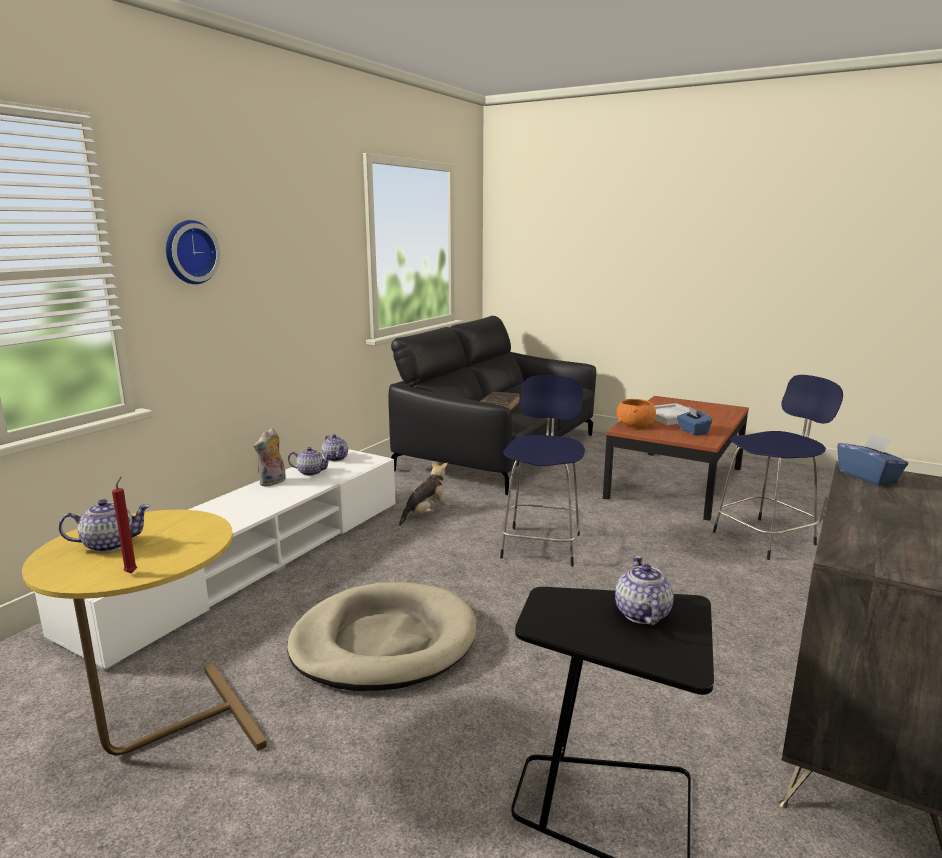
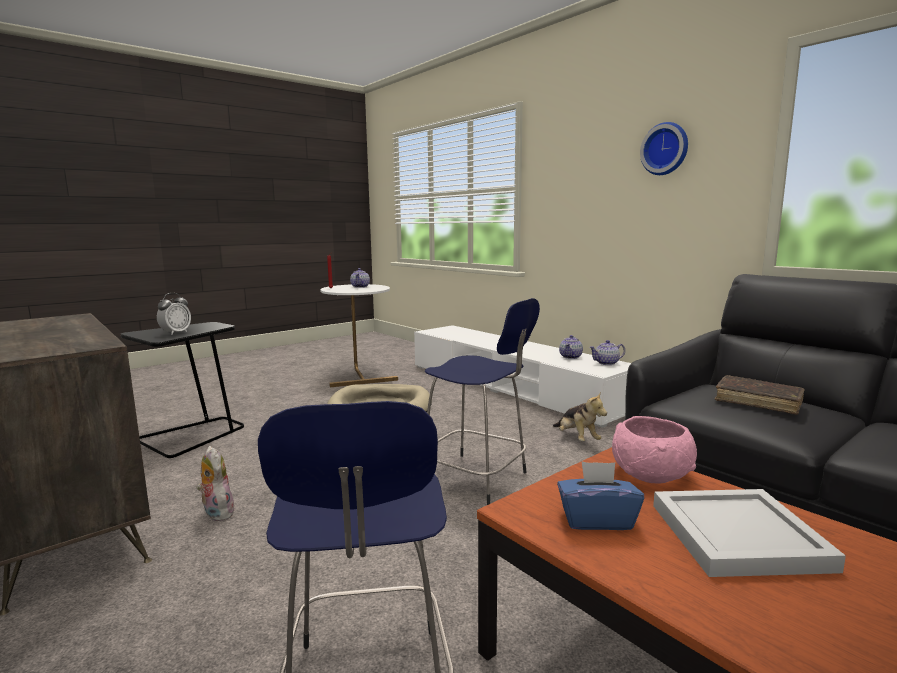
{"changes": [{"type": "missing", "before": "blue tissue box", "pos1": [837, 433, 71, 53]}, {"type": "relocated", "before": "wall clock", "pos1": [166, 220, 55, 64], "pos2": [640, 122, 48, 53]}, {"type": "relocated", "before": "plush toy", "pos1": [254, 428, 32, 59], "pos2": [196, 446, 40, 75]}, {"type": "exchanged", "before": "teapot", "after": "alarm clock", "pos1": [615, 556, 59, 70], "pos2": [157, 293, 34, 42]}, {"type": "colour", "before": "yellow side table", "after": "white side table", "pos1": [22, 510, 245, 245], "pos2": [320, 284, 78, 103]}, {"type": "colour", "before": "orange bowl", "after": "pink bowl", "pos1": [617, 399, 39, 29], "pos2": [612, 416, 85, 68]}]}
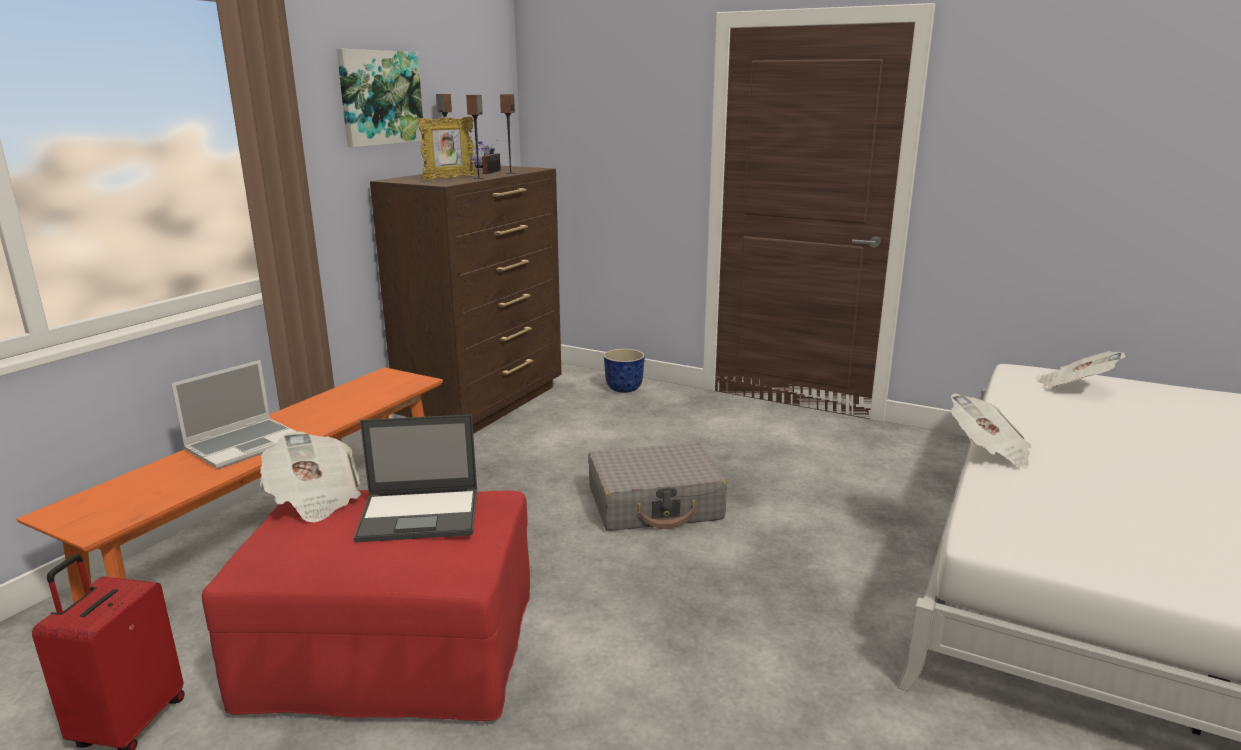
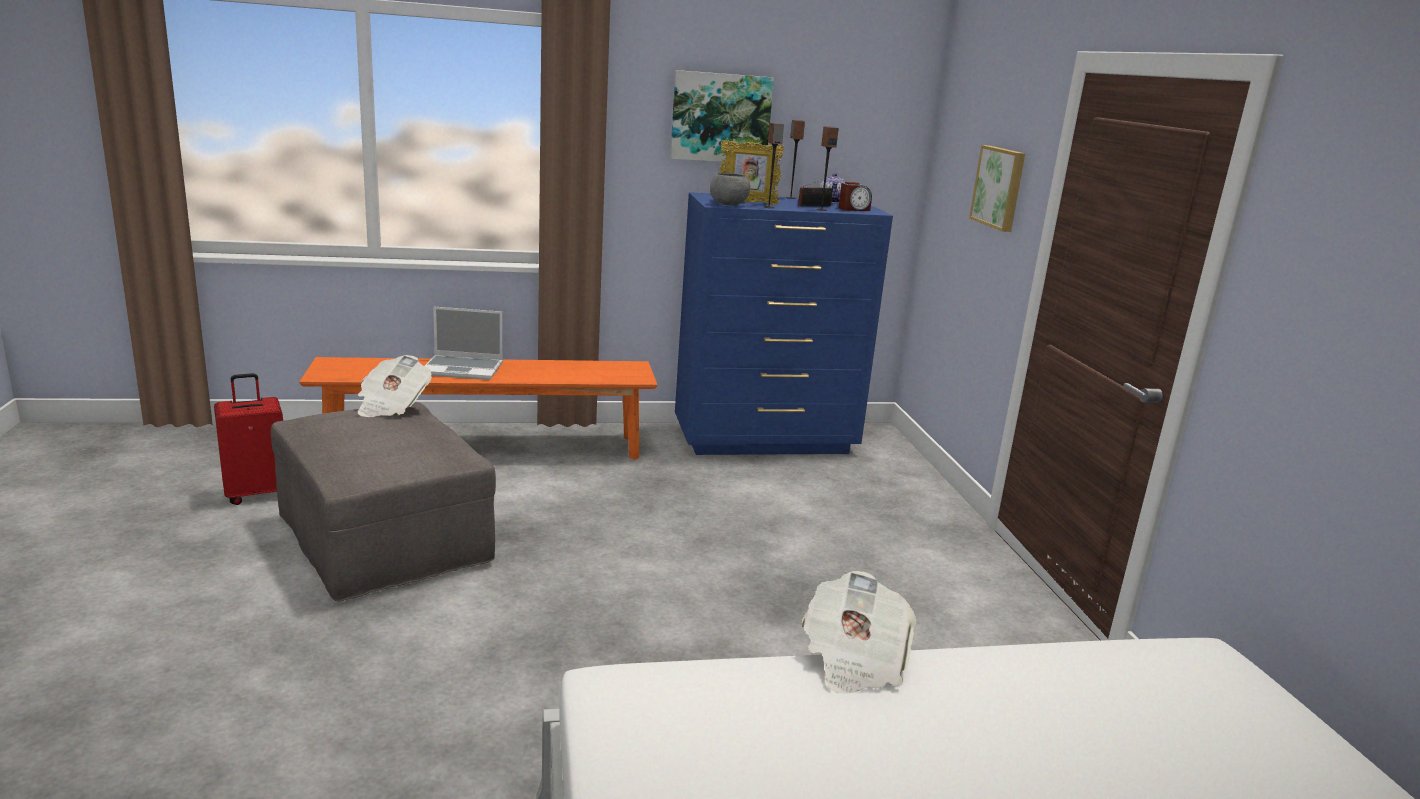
{"changes": [{"type": "missing", "before": "laptop", "pos1": [354, 415, 123, 128]}, {"type": "missing", "before": "grey suitcase", "pos1": [588, 442, 139, 89]}, {"type": "missing", "before": "planter", "pos1": [604, 349, 41, 44]}, {"type": "missing", "before": "newspaper", "pos1": [1035, 351, 90, 37]}, {"type": "appeared", "after": "grey bowl", "pos2": [710, 173, 40, 33]}, {"type": "appeared", "after": "alarm clock", "pos2": [839, 182, 33, 29]}, {"type": "appeared", "after": "picture", "pos2": [969, 145, 56, 87]}, {"type": "colour", "before": "red ottoman", "after": "grey ottoman", "pos1": [202, 490, 328, 231], "pos2": [271, 402, 225, 200]}, {"type": "colour", "before": "brown dresser", "after": "blue dresser", "pos1": [370, 166, 191, 268], "pos2": [675, 192, 218, 263]}]}
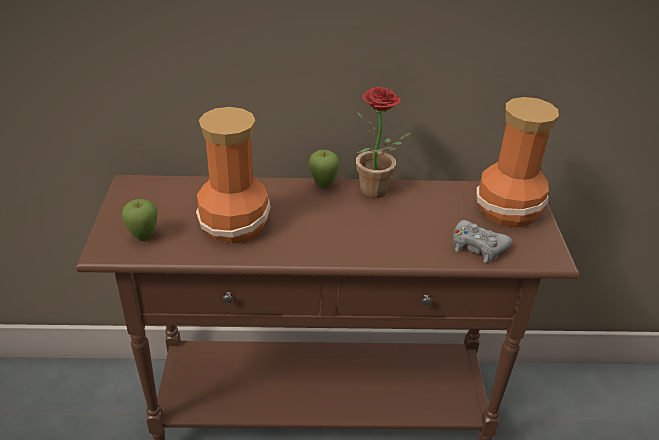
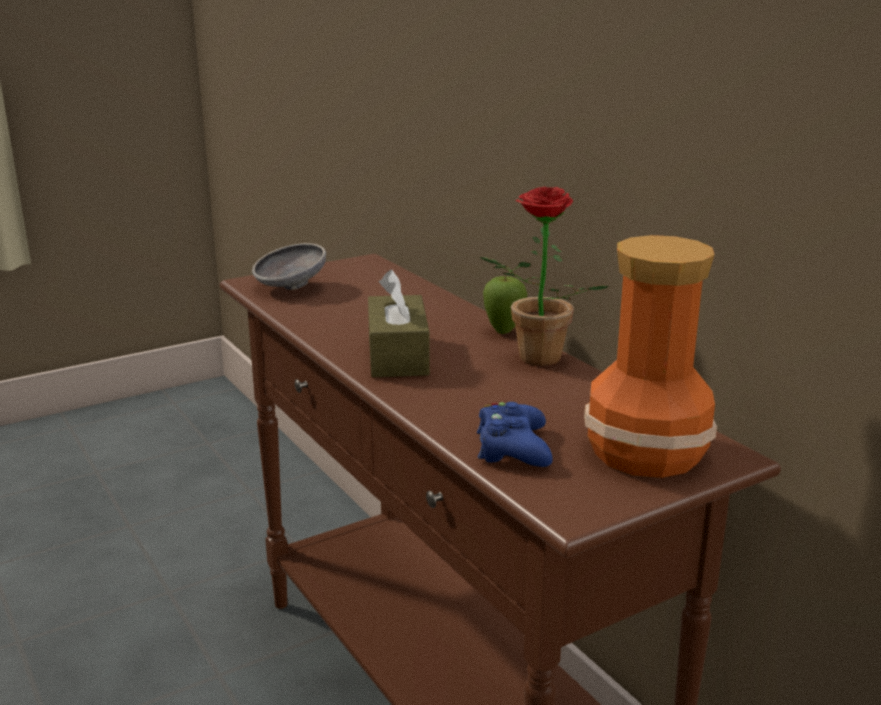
{"changes": [{"type": "missing", "before": "vase", "pos1": [196, 107, 75, 136]}, {"type": "appeared", "after": "brown tissue box", "pos2": [368, 270, 62, 107]}, {"type": "exchanged", "before": "apple", "after": "grey bowl", "pos1": [122, 199, 36, 42], "pos2": [252, 243, 74, 47]}, {"type": "colour", "before": "grey game controller", "after": "blue game controller", "pos1": [453, 220, 59, 43], "pos2": [477, 402, 76, 65]}]}
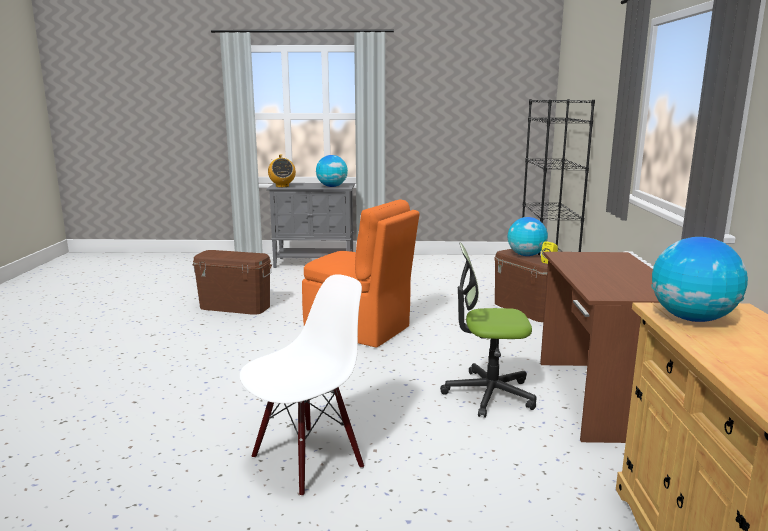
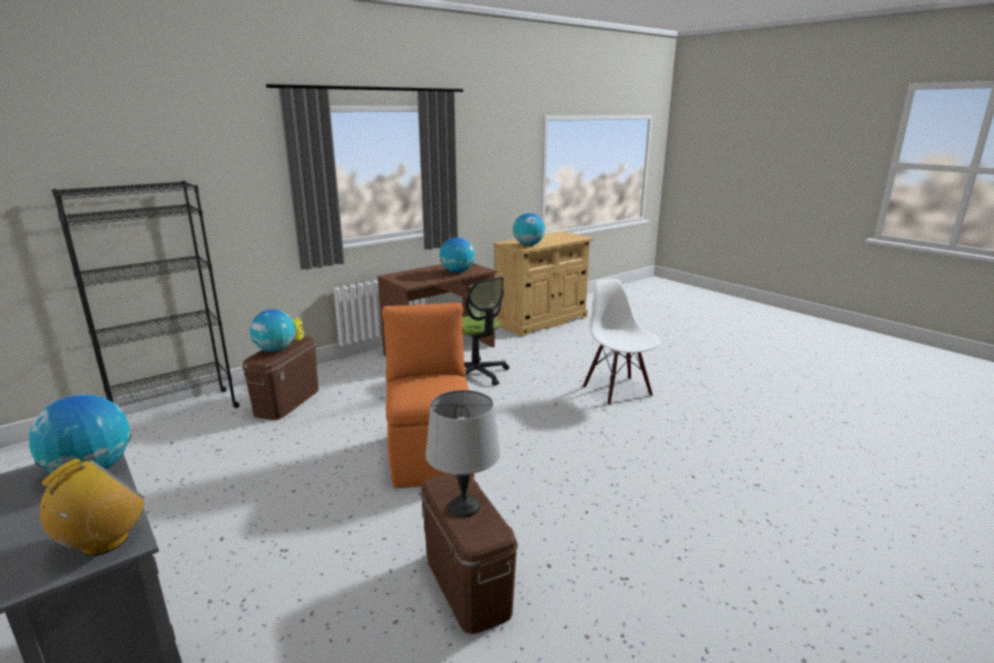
{"changes": [{"type": "appeared", "after": "grey table lamp", "pos2": [425, 390, 75, 128]}, {"type": "appeared", "after": "globe", "pos2": [440, 237, 35, 36]}, {"type": "spun", "before": "white chair", "pos1": [240, 274, 124, 223], "pos2": [583, 279, 78, 126], "turn": 60}]}
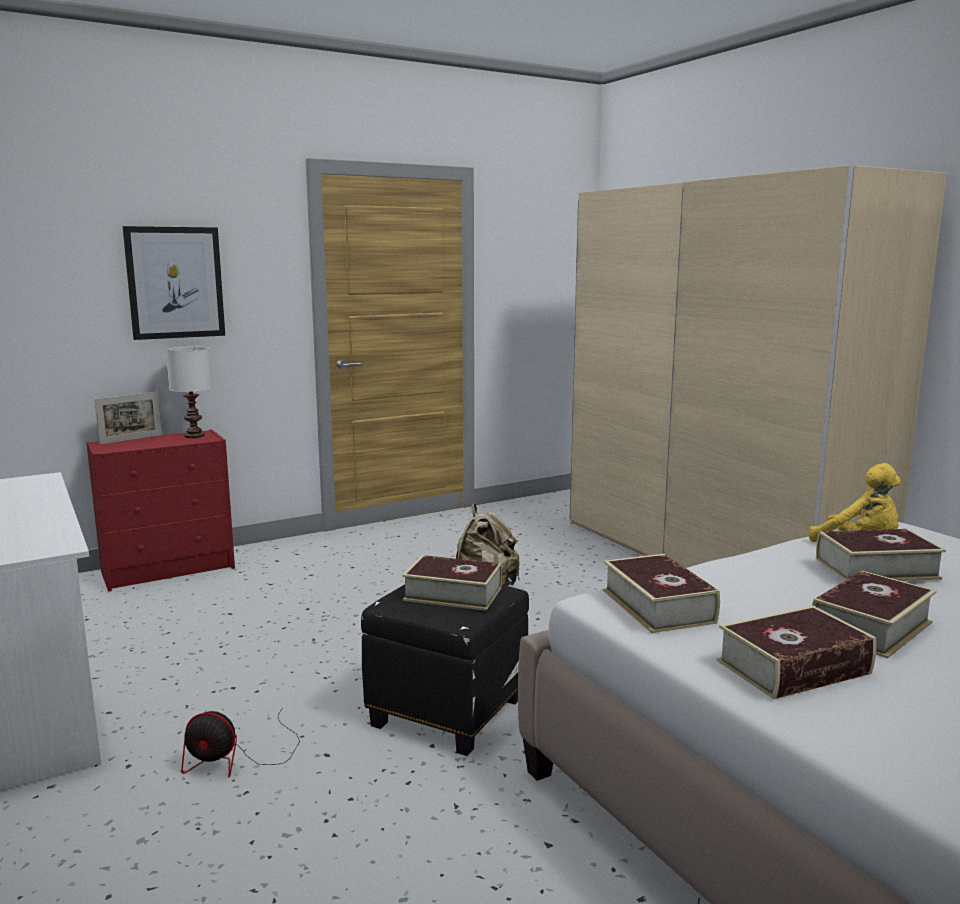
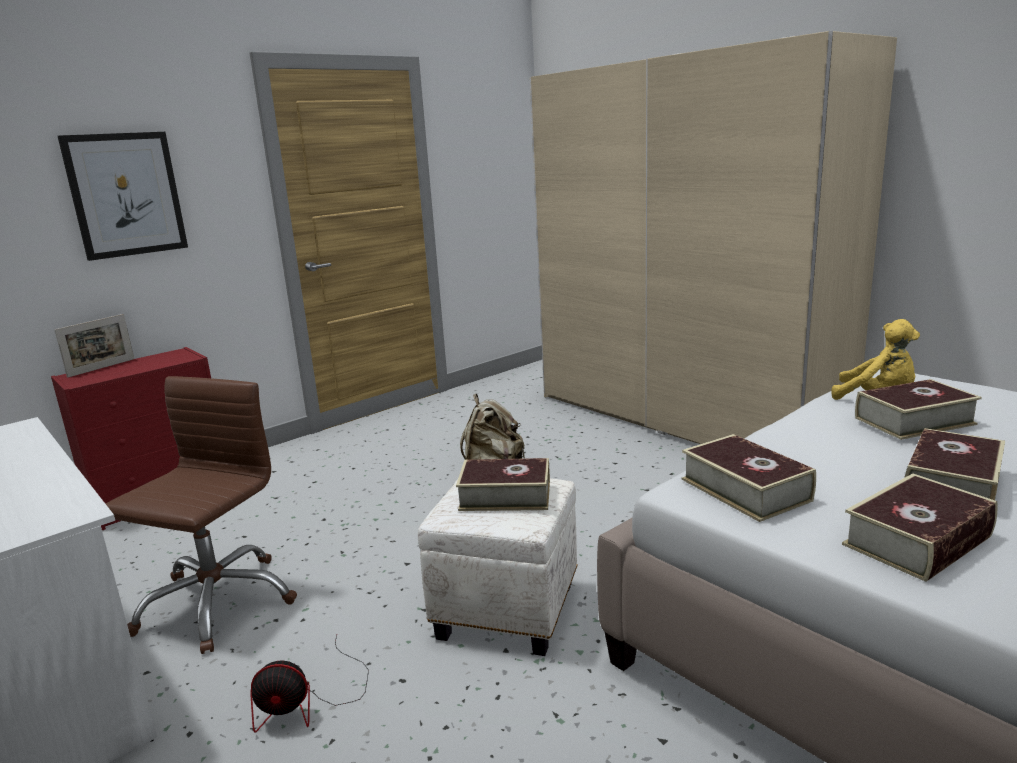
{"changes": [{"type": "missing", "before": "white table lamp", "pos1": [166, 346, 46, 92]}, {"type": "appeared", "after": "brown office chair", "pos2": [106, 376, 191, 278]}, {"type": "colour", "before": "black ottoman", "after": "white ottoman", "pos1": [361, 584, 168, 172], "pos2": [418, 478, 160, 178]}]}
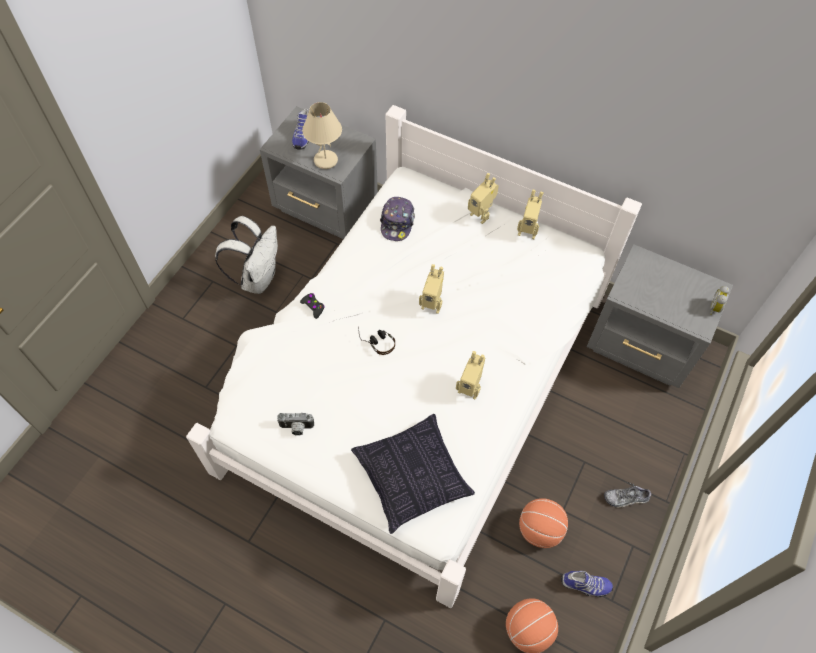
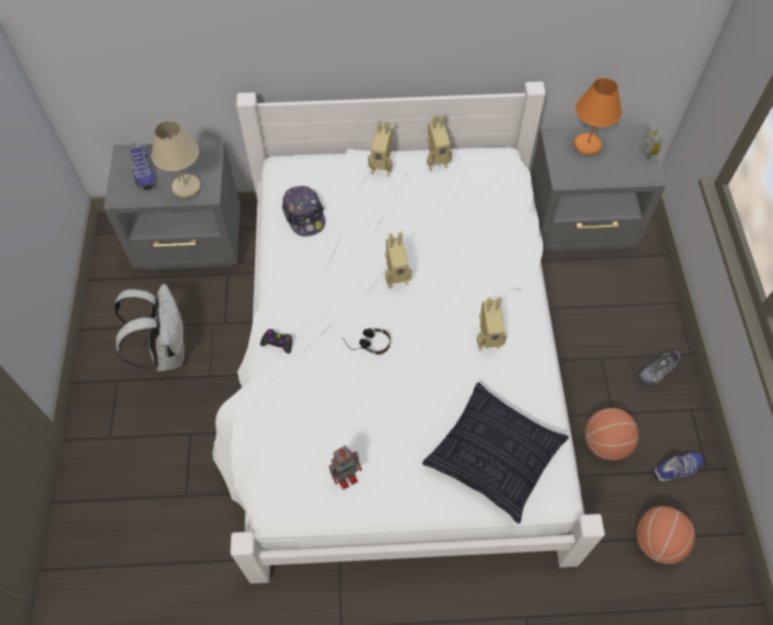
{"changes": [{"type": "appeared", "after": "orange table lamp", "pos2": [574, 78, 48, 77]}, {"type": "exchanged", "before": "photo camera", "after": "toy robot", "pos1": [277, 413, 37, 23], "pos2": [329, 446, 33, 44]}]}
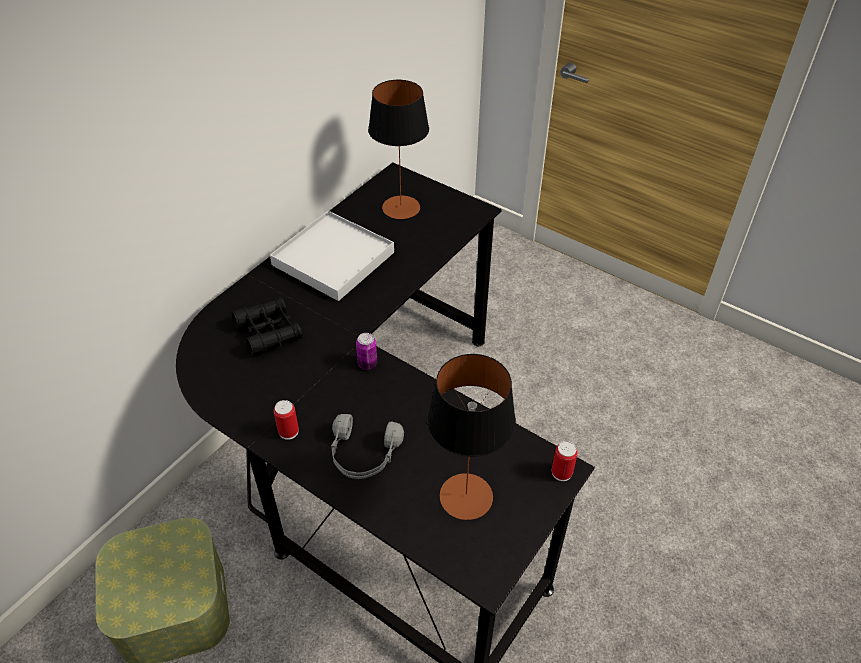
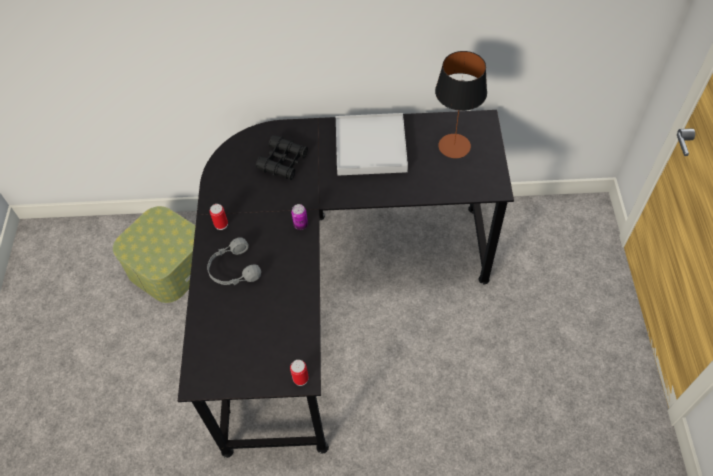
{"changes": [{"type": "missing", "before": "table lamp", "pos1": [427, 354, 89, 166]}]}
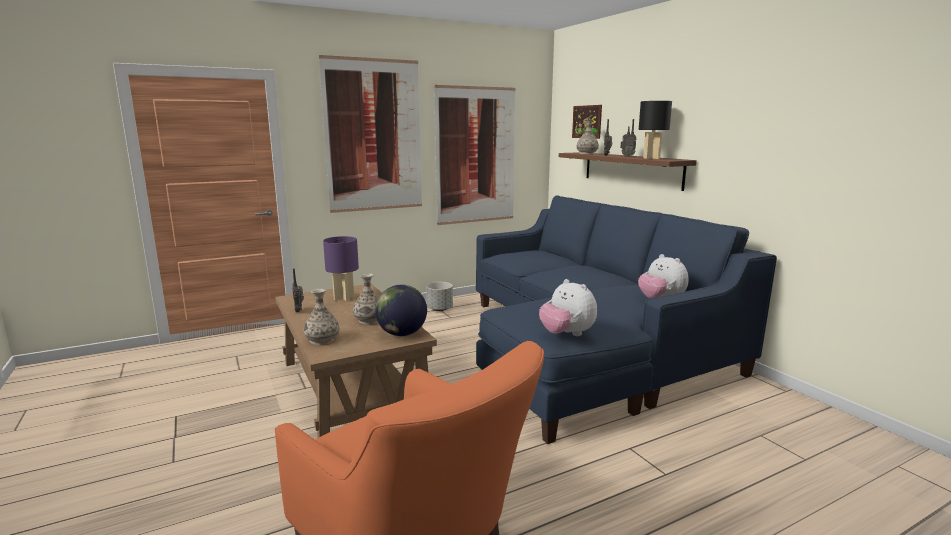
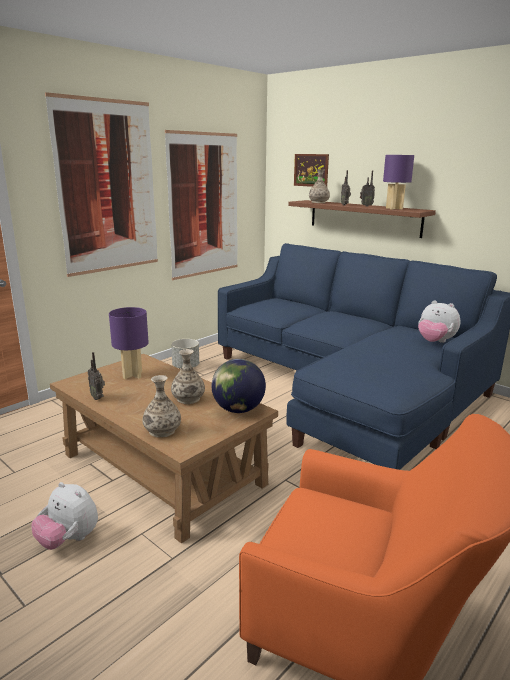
{"changes": [{"type": "relocated", "before": "plush toy", "pos1": [539, 279, 58, 57], "pos2": [31, 482, 67, 68]}, {"type": "colour", "before": "black table lamp", "after": "purple table lamp", "pos1": [639, 101, 33, 58], "pos2": [383, 155, 31, 55]}]}
